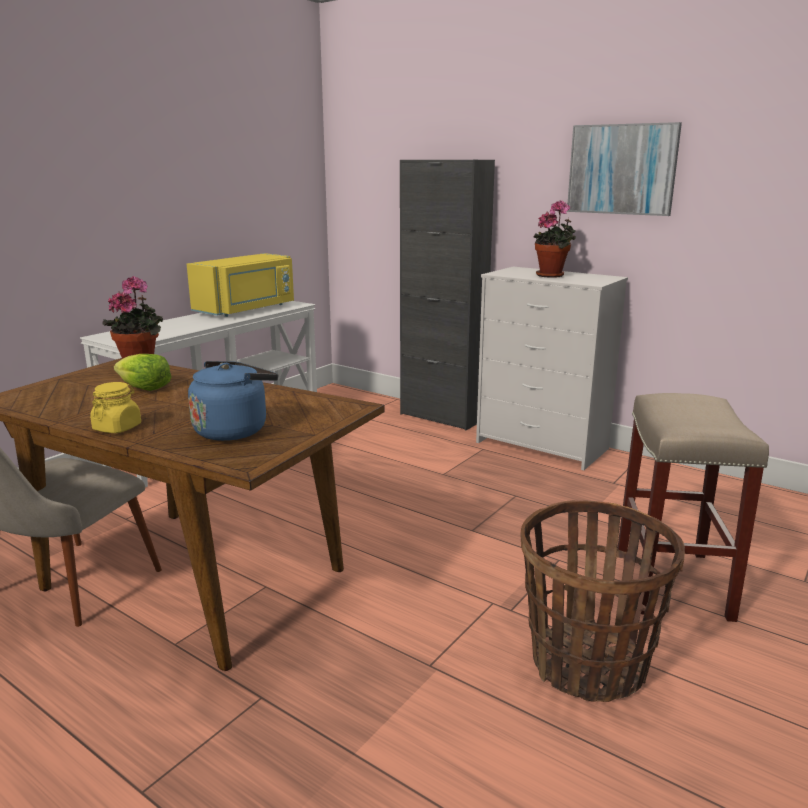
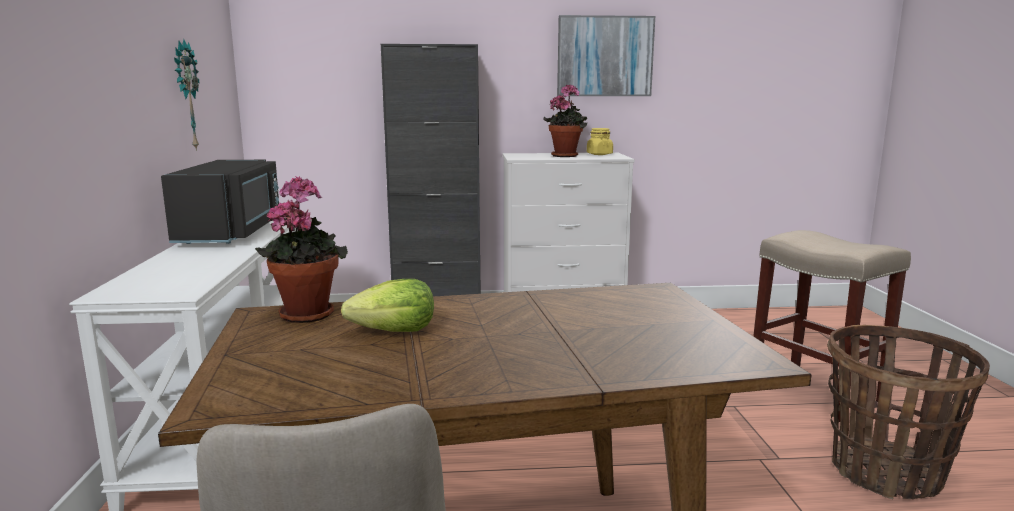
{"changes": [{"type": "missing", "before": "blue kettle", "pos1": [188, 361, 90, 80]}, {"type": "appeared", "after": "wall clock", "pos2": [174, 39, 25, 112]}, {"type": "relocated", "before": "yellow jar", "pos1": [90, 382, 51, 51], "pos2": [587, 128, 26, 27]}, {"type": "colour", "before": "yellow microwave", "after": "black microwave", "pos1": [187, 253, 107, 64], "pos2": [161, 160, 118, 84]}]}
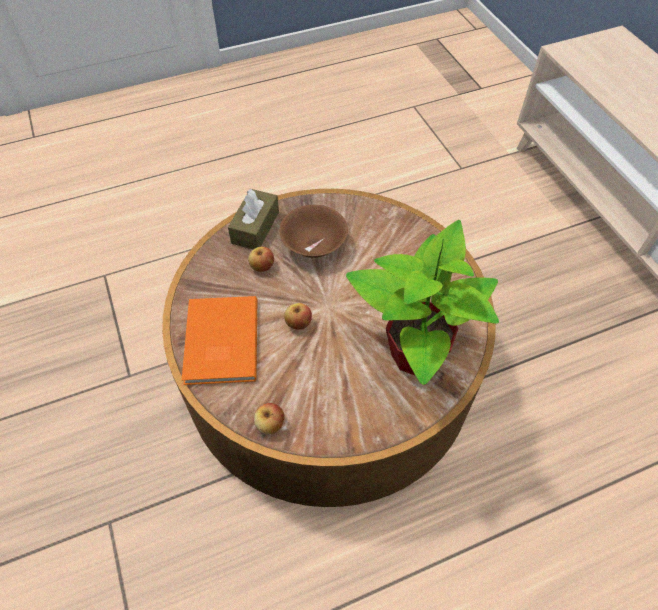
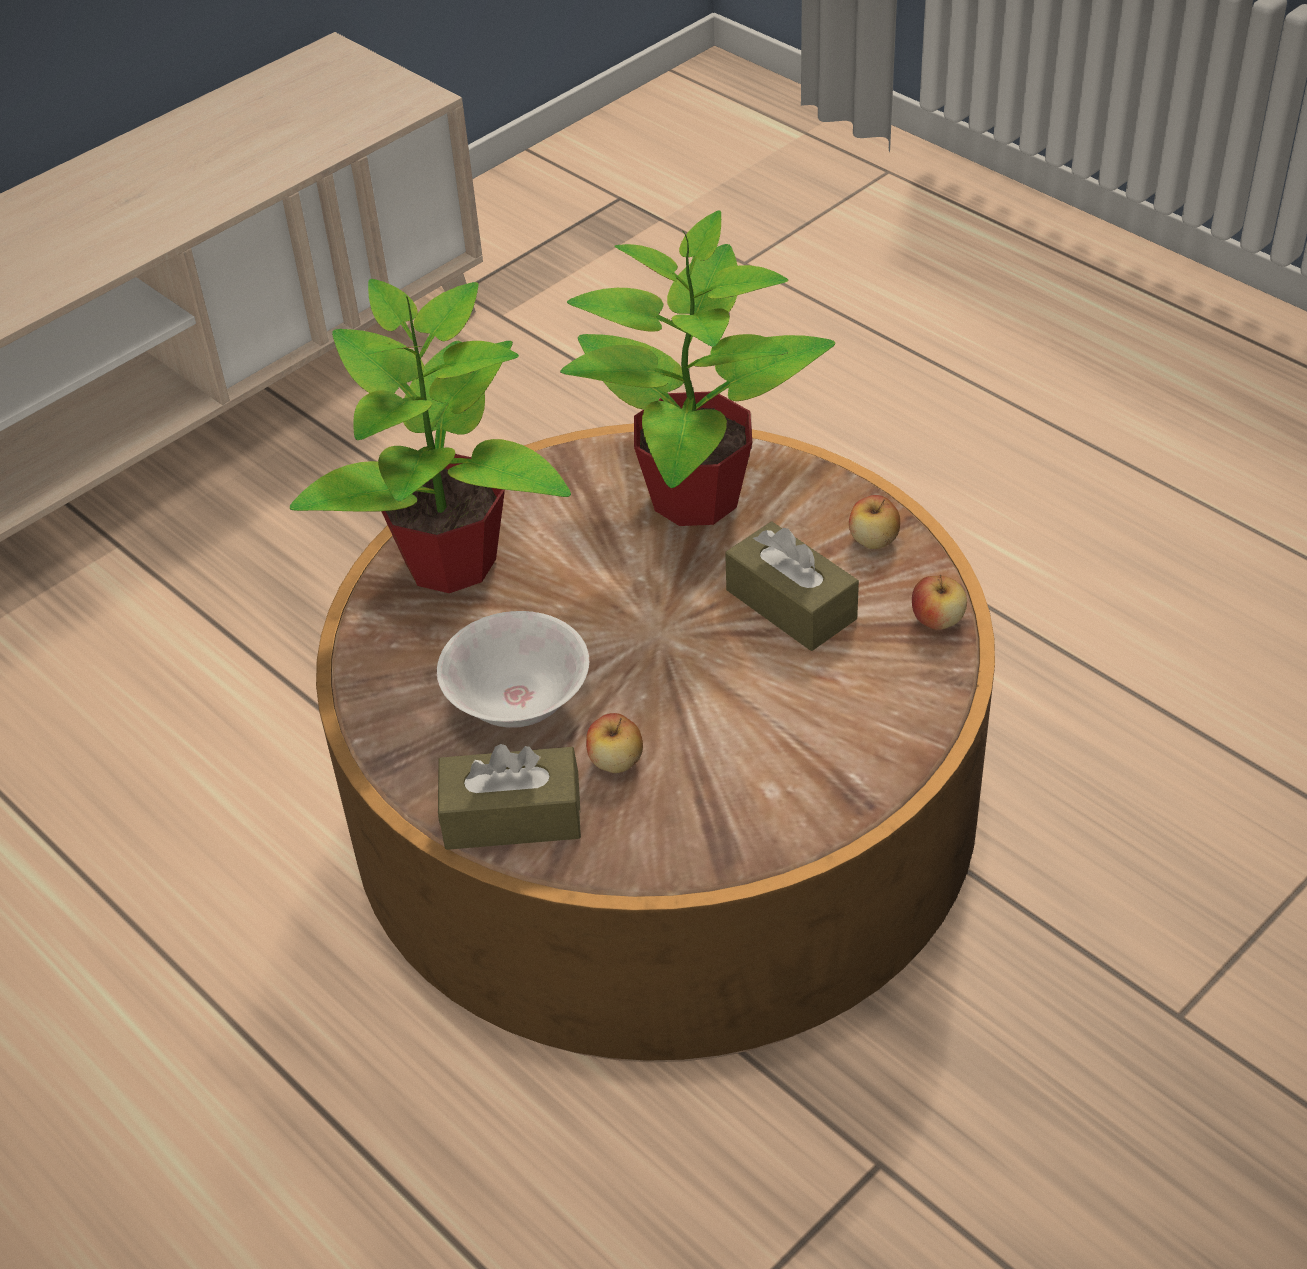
{"changes": [{"type": "missing", "before": "orange book", "pos1": [182, 296, 75, 89]}, {"type": "appeared", "after": "potted plant", "pos2": [290, 279, 281, 314]}, {"type": "appeared", "after": "brown tissue box", "pos2": [725, 521, 134, 130]}, {"type": "relocated", "before": "apple", "pos1": [284, 303, 28, 27], "pos2": [849, 495, 51, 54]}, {"type": "colour", "before": "brown bowl", "after": "white bowl", "pos1": [279, 205, 69, 53], "pos2": [437, 611, 152, 117]}]}
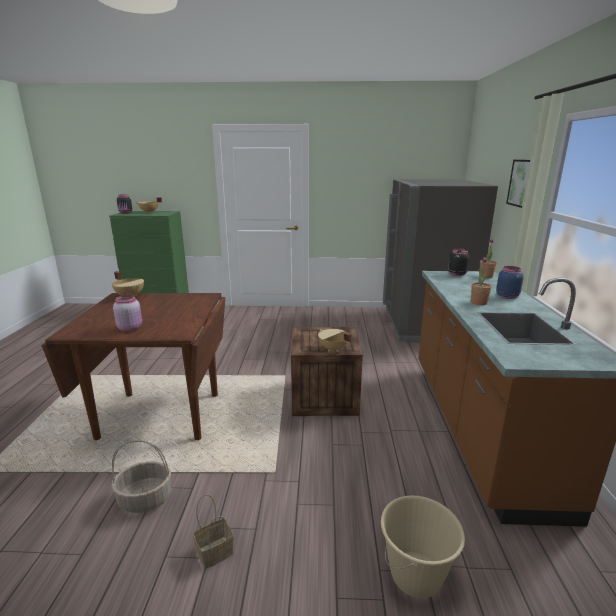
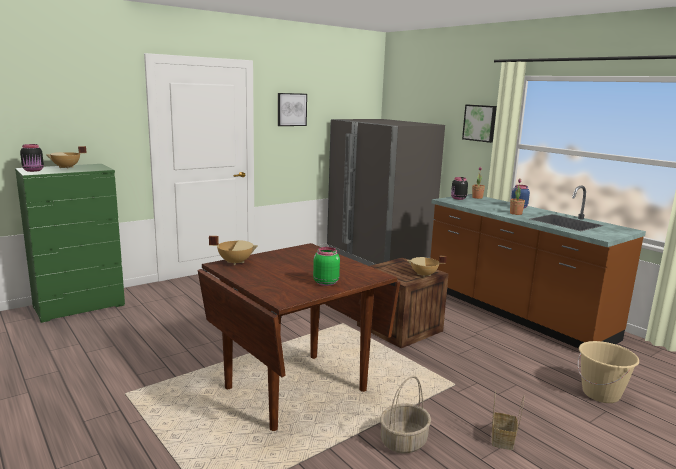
{"changes": [{"type": "appeared", "after": "picture", "pos2": [278, 93, 29, 33]}, {"type": "colour", "before": "pink jar", "after": "green jar", "pos1": [113, 295, 29, 37], "pos2": [313, 247, 27, 39]}]}
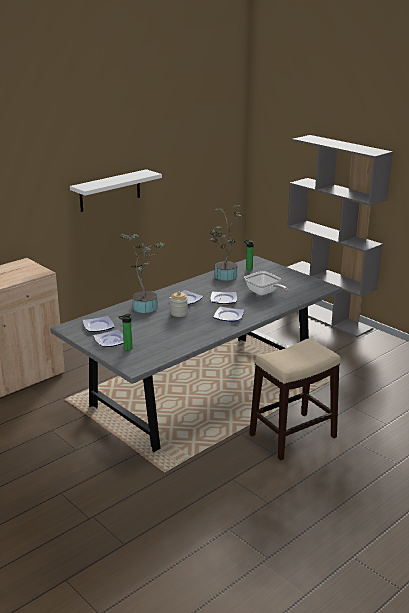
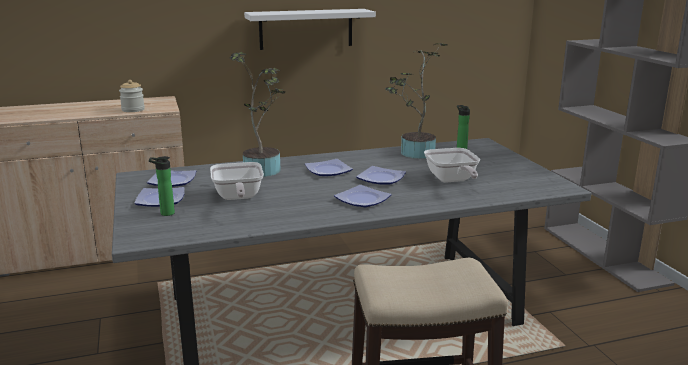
{"changes": [{"type": "appeared", "after": "frying pan", "pos2": [210, 162, 54, 38]}, {"type": "relocated", "before": "jar", "pos1": [170, 291, 18, 26], "pos2": [119, 80, 26, 32]}]}
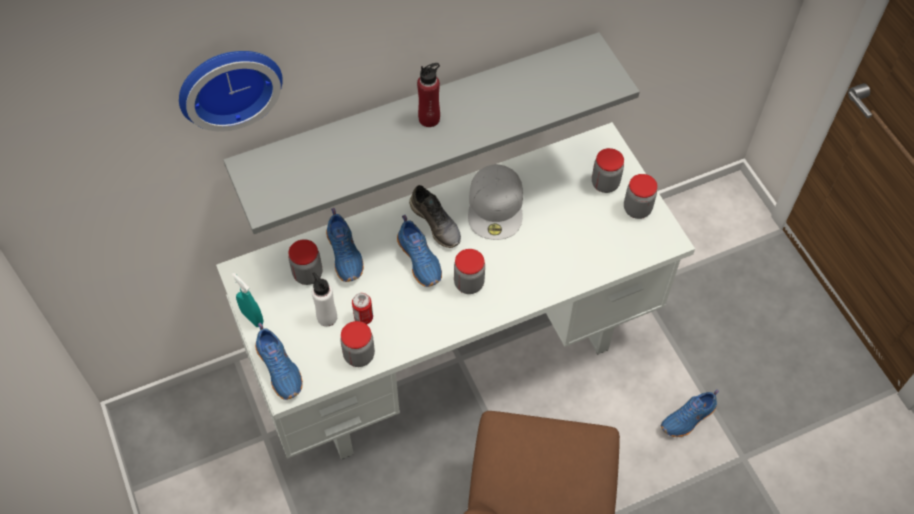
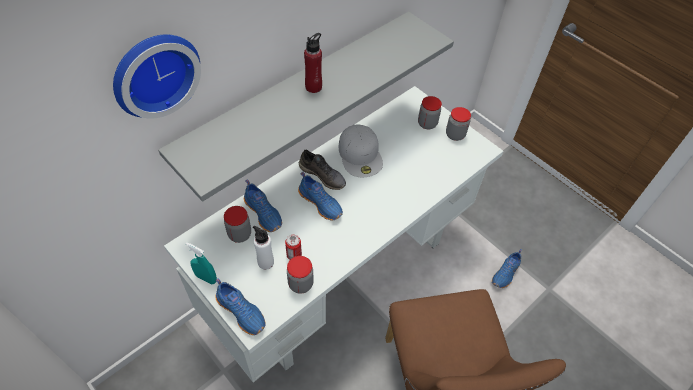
{"changes": [{"type": "missing", "before": "jar", "pos1": [454, 249, 31, 45]}]}
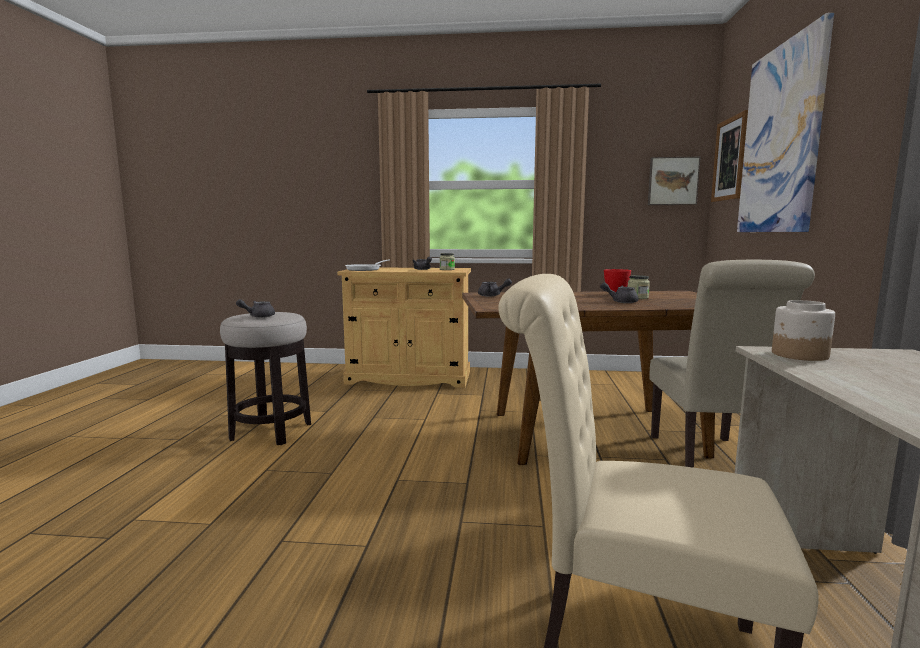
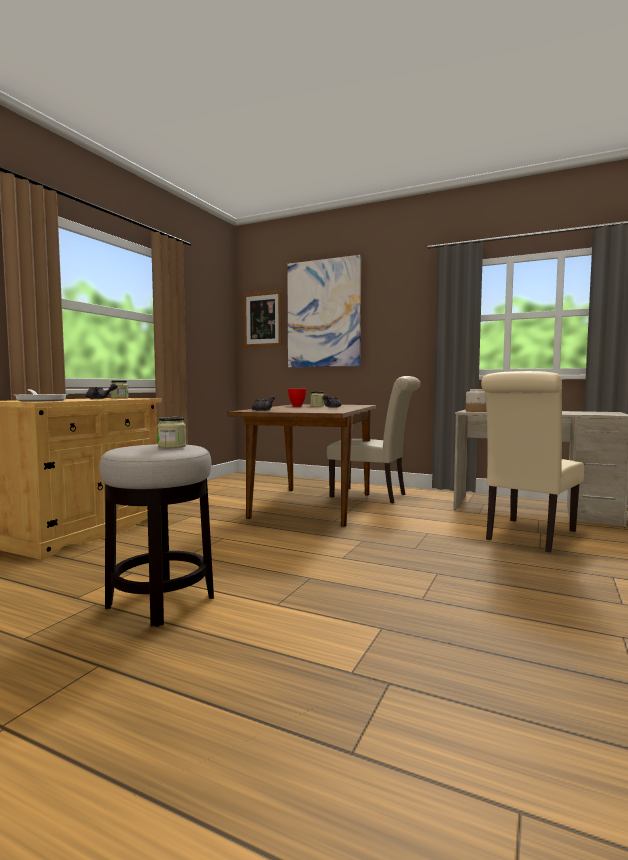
{"changes": [{"type": "missing", "before": "picture", "pos1": [648, 157, 53, 48]}, {"type": "exchanged", "before": "grey teapot", "after": "jar", "pos1": [236, 299, 39, 19], "pos2": [157, 417, 29, 31]}]}
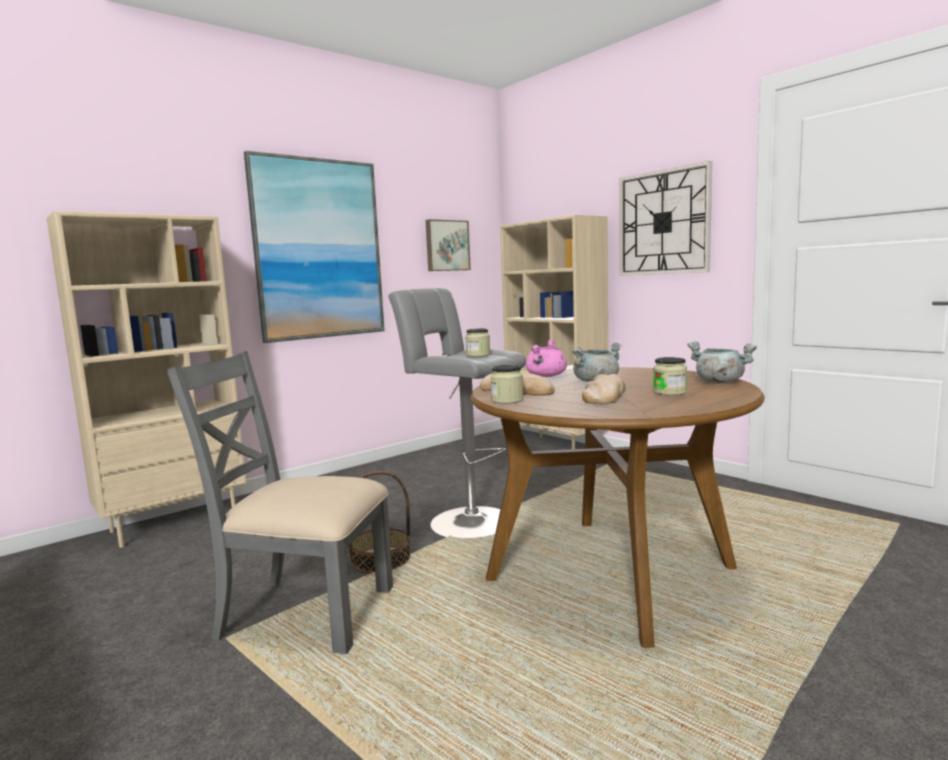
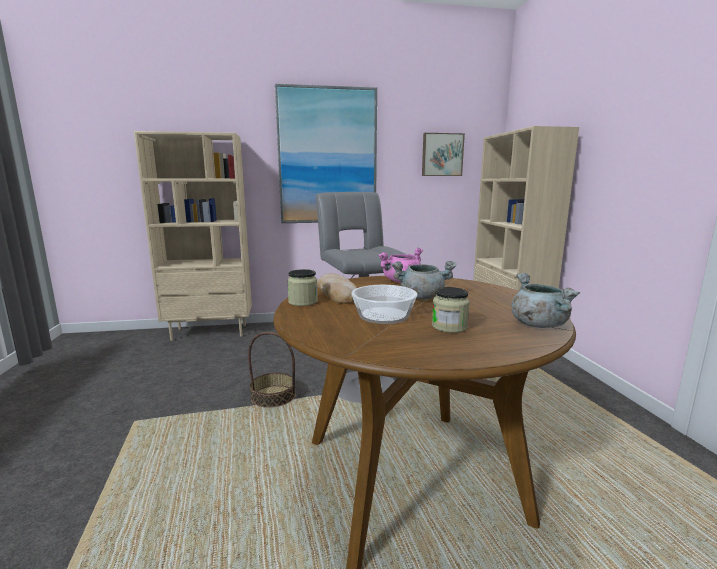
{"changes": [{"type": "missing", "before": "grey chair", "pos1": [167, 351, 226, 303]}, {"type": "missing", "before": "jar", "pos1": [465, 329, 25, 28]}, {"type": "missing", "before": "wall clock", "pos1": [619, 161, 93, 115]}, {"type": "exchanged", "before": "bread", "after": "bowl", "pos1": [582, 374, 43, 30], "pos2": [351, 285, 66, 39]}]}
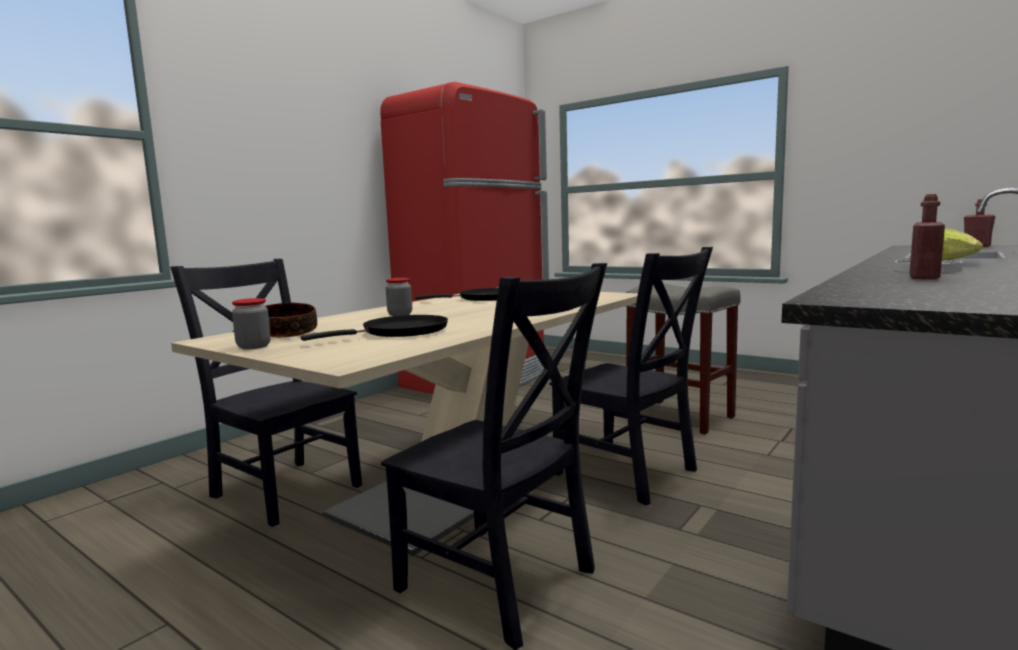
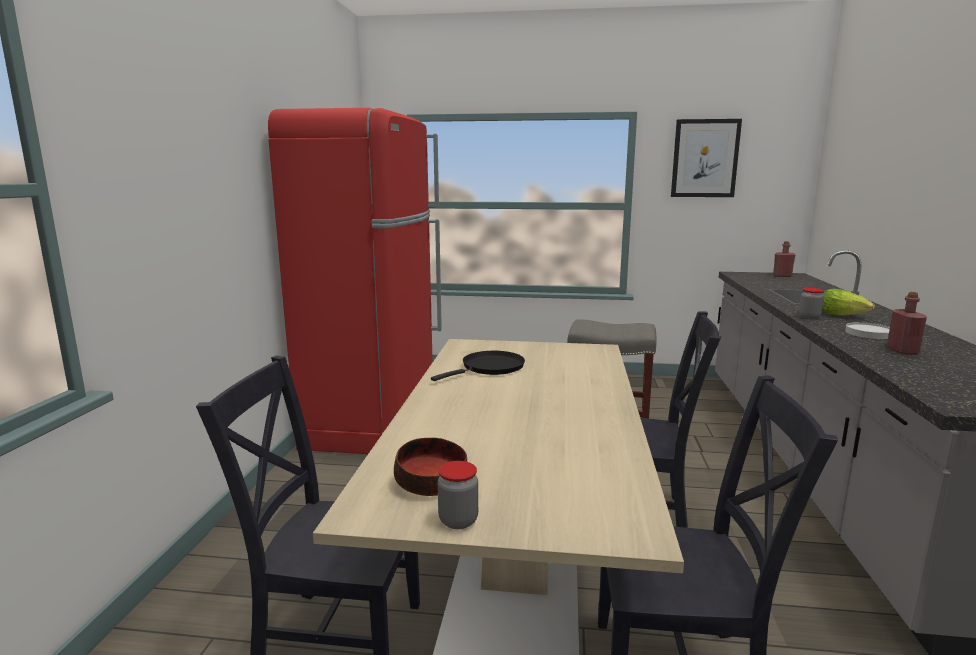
{"changes": [{"type": "missing", "before": "black frying pan", "pos1": [301, 315, 147, 26]}, {"type": "appeared", "after": "picture", "pos2": [671, 119, 71, 78]}, {"type": "relocated", "before": "jar", "pos1": [386, 278, 26, 38], "pos2": [799, 288, 25, 31]}]}
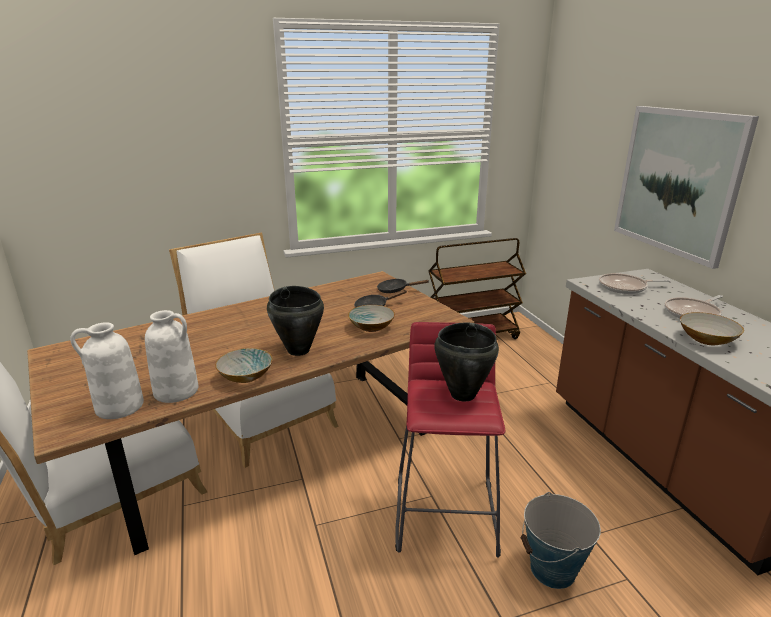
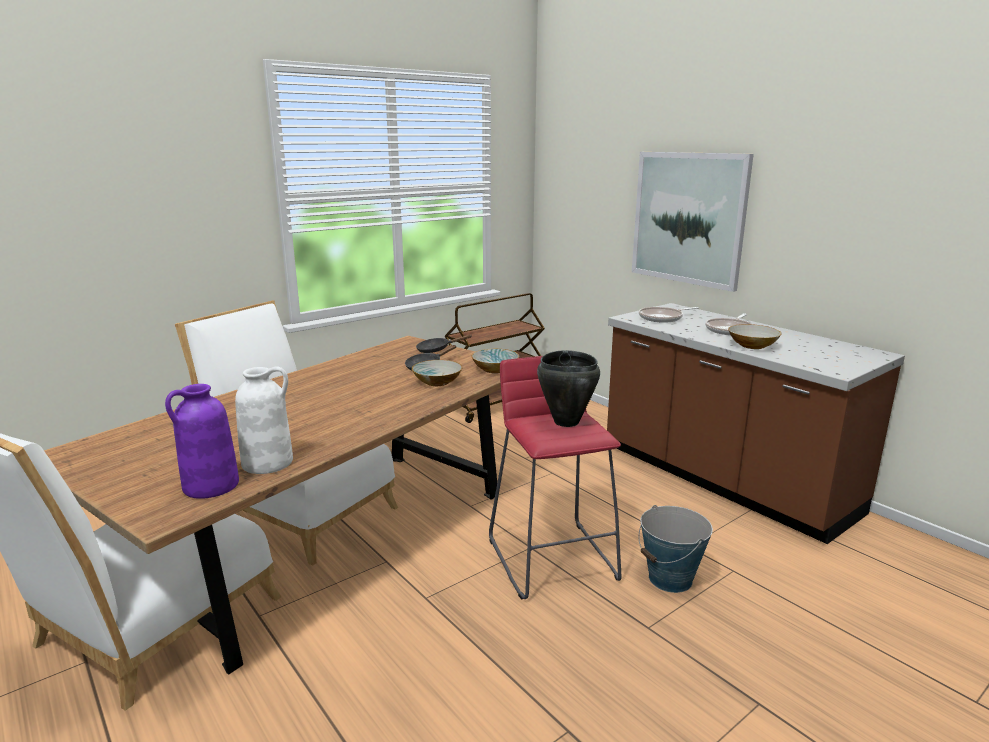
{"changes": [{"type": "missing", "before": "black cooking pot", "pos1": [267, 286, 57, 70]}, {"type": "relocated", "before": "bowl", "pos1": [215, 348, 58, 35], "pos2": [471, 349, 48, 25]}, {"type": "colour", "before": "white vase", "after": "purple vase", "pos1": [70, 322, 74, 97], "pos2": [165, 384, 74, 115]}]}
